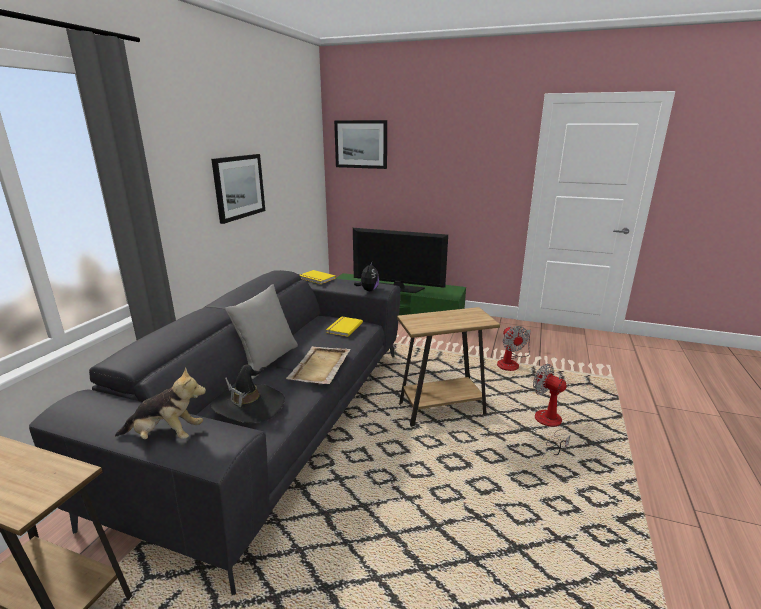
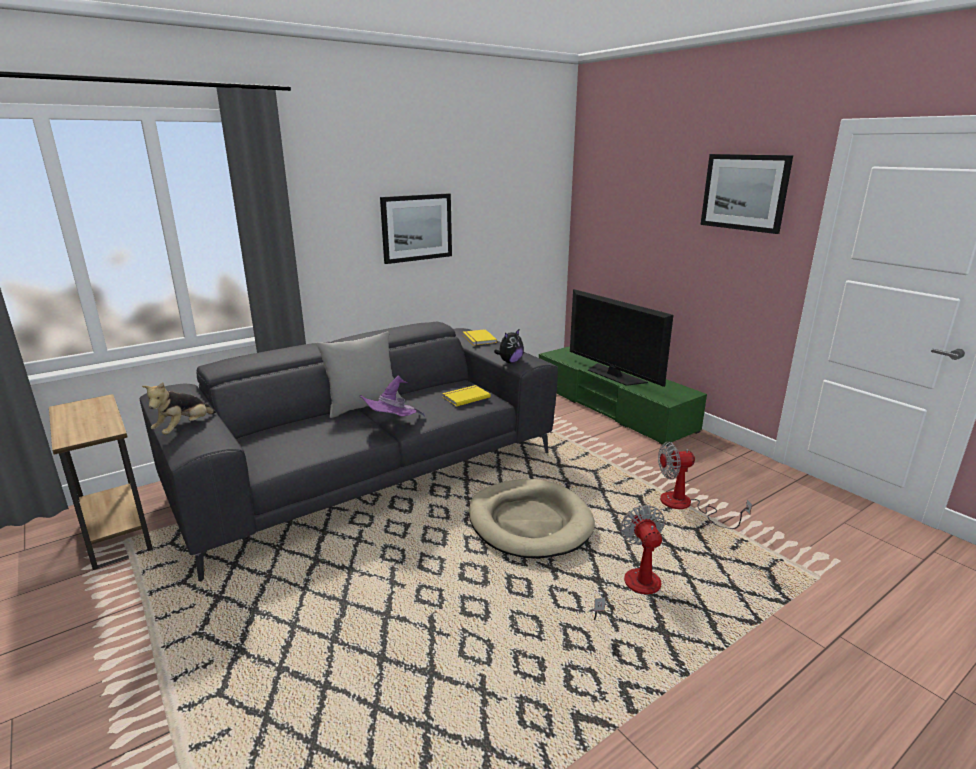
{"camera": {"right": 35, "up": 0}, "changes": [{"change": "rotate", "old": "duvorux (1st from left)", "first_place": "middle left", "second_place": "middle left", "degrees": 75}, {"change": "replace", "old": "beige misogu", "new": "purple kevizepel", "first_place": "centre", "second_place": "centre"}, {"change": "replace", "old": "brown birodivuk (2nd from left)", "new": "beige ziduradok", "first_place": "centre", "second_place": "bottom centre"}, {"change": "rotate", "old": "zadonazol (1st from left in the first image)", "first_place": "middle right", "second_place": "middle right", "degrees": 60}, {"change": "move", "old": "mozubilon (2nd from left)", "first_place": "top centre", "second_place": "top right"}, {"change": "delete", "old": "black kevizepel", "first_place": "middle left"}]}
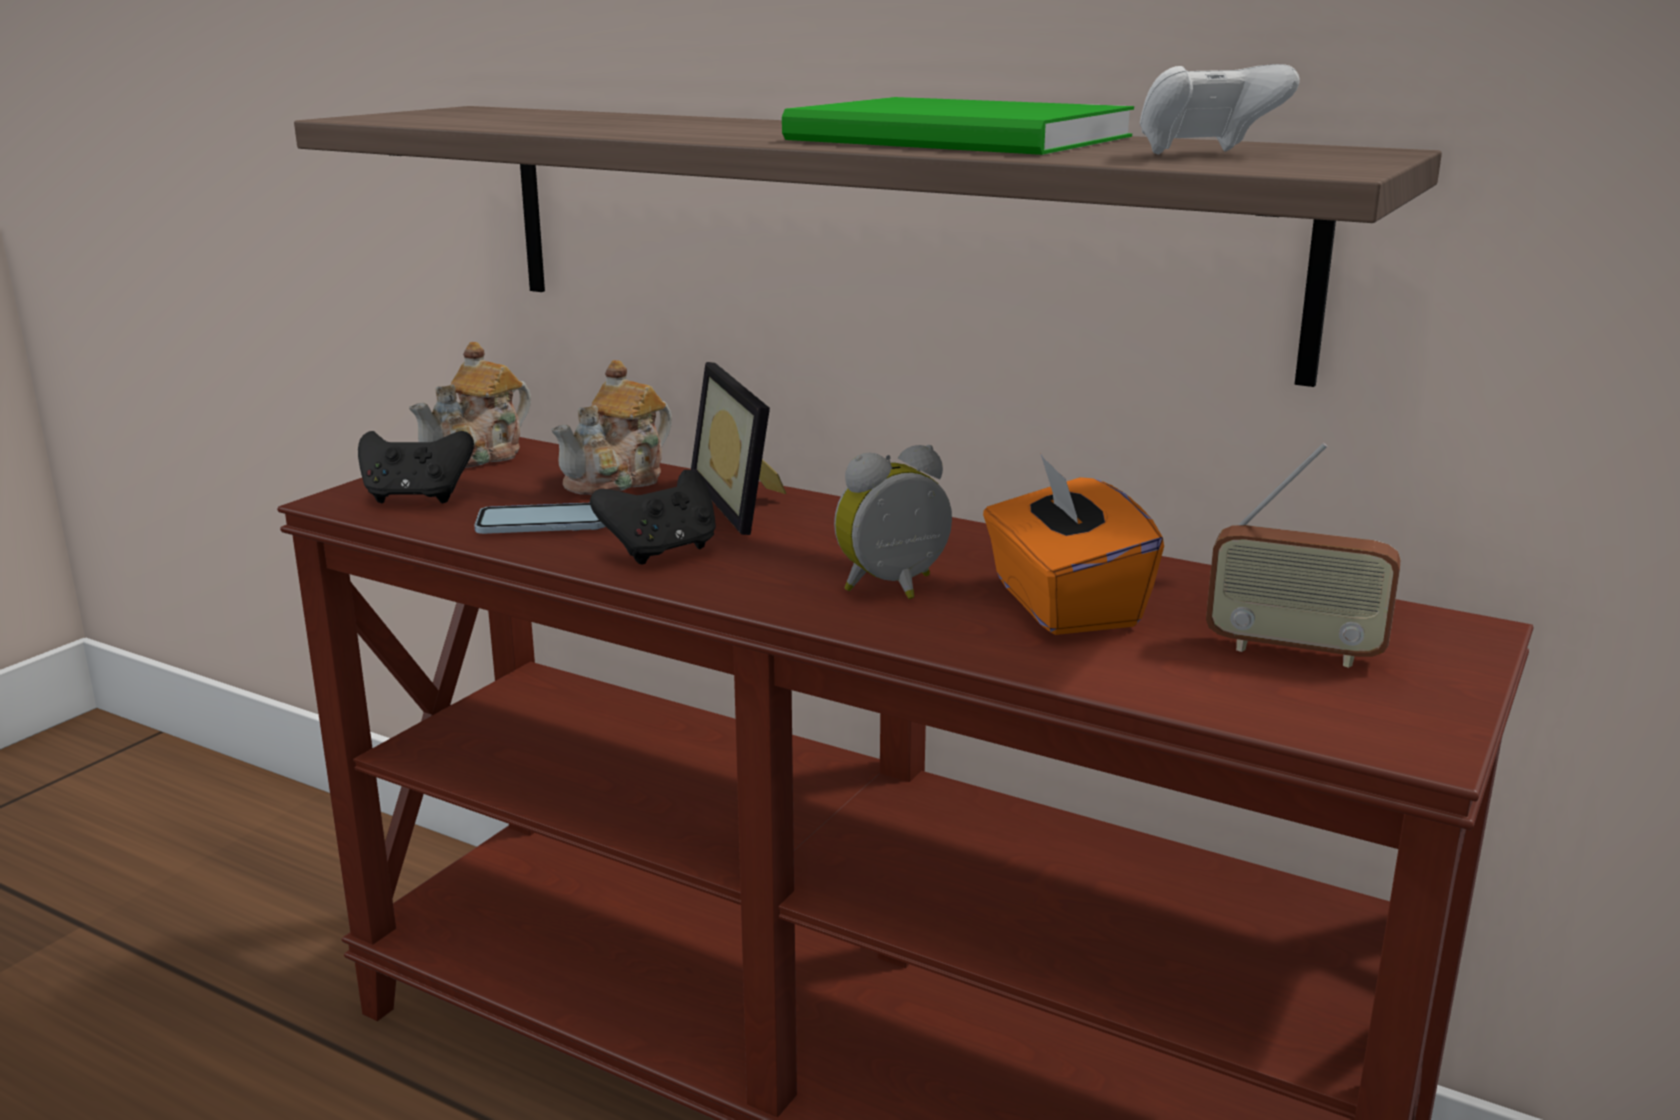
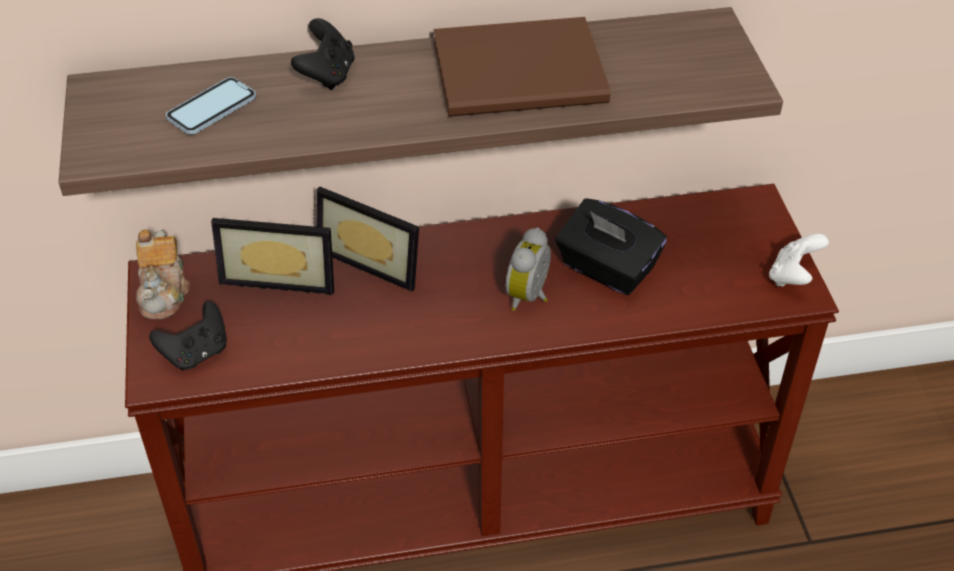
{"camera": {"right": -40, "up": 25}, "changes": [{"change": "move", "old": "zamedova", "first_place": "middle left", "second_place": "top left"}, {"change": "replace", "old": "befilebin (2nd from left)", "new": "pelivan (1st from left)", "first_place": "centre", "second_place": "middle left"}, {"change": "move", "old": "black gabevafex (2nd from left)", "first_place": "centre", "second_place": "top centre"}, {"change": "recolor", "old": "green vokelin", "new": "brown vokelin", "first_place": "top centre", "second_place": "top centre"}, {"change": "recolor", "old": "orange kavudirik", "new": "black kavudirik", "first_place": "centre", "second_place": "centre"}, {"change": "move", "old": "white gabevafex", "first_place": "top right", "second_place": "middle right"}, {"change": "delete", "old": "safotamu", "first_place": "middle right"}]}
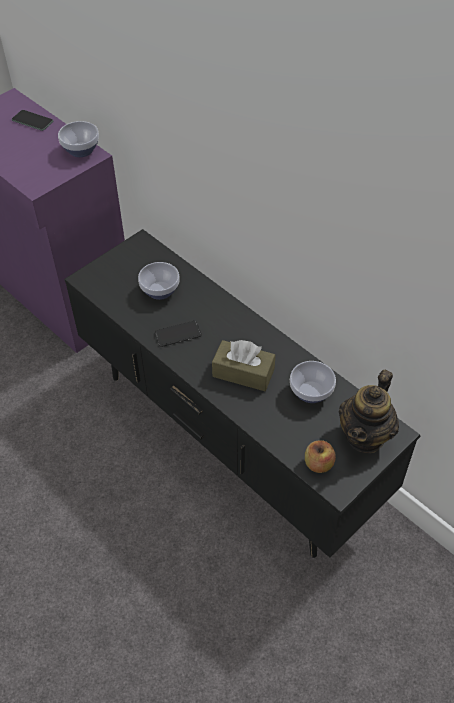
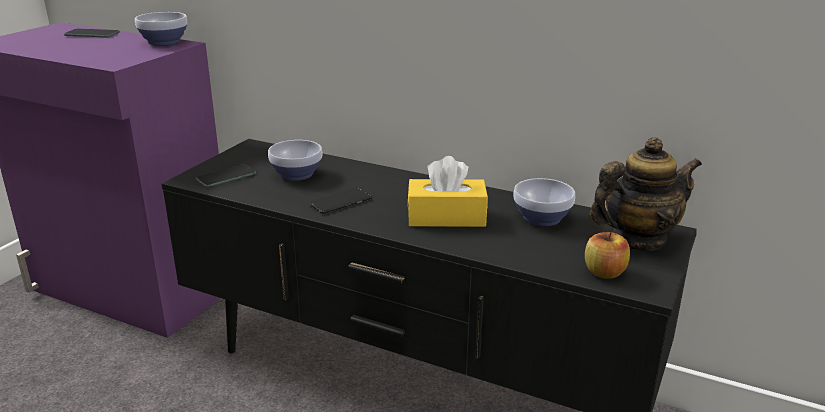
{"camera": {"right": -20, "up": -25}, "changes": [{"change": "insert", "new": "zamedova (2nd from left)", "second_place": "middle left"}, {"change": "recolor", "old": "brown kavudirik", "new": "yellow kavudirik", "first_place": "centre", "second_place": "centre"}, {"change": "rotate", "old": "befilebin", "first_place": "middle right", "second_place": "middle right", "degrees": -120}]}
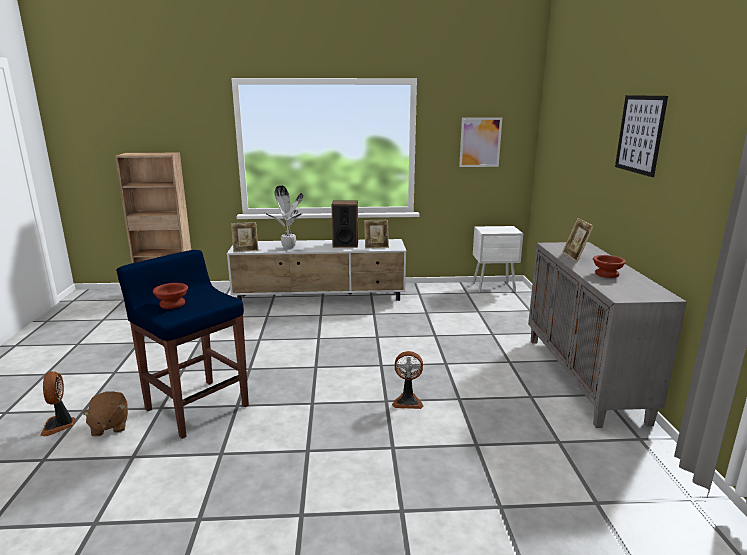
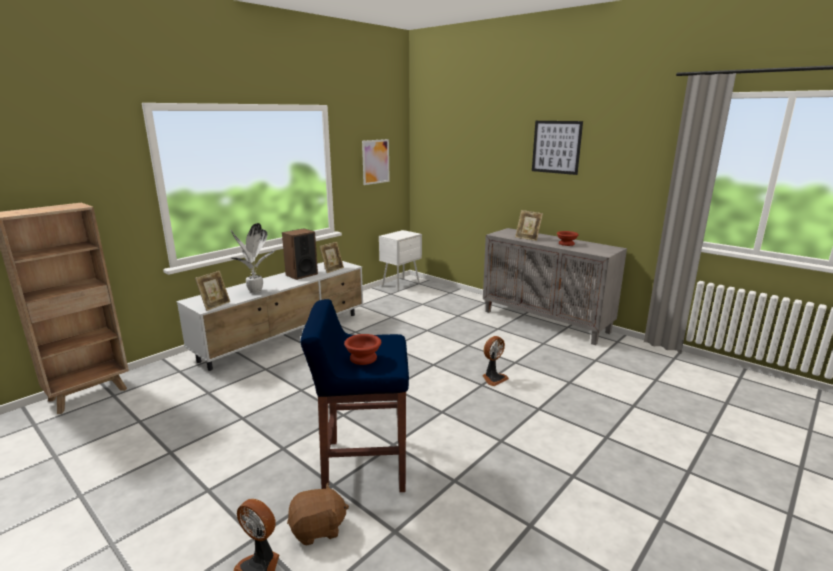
{"camera": {"right": -45, "up": 0}, "changes": [{"change": "rotate", "old": "brown duvorux", "first_place": "bottom left", "second_place": "bottom centre", "degrees": -45}]}
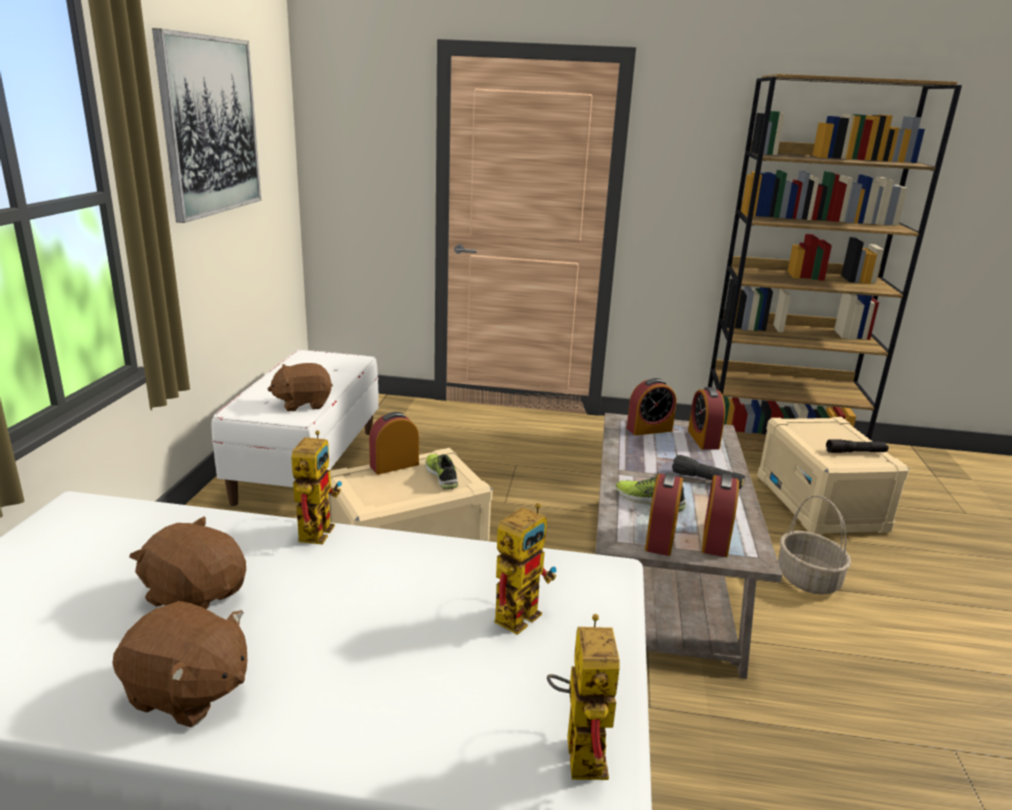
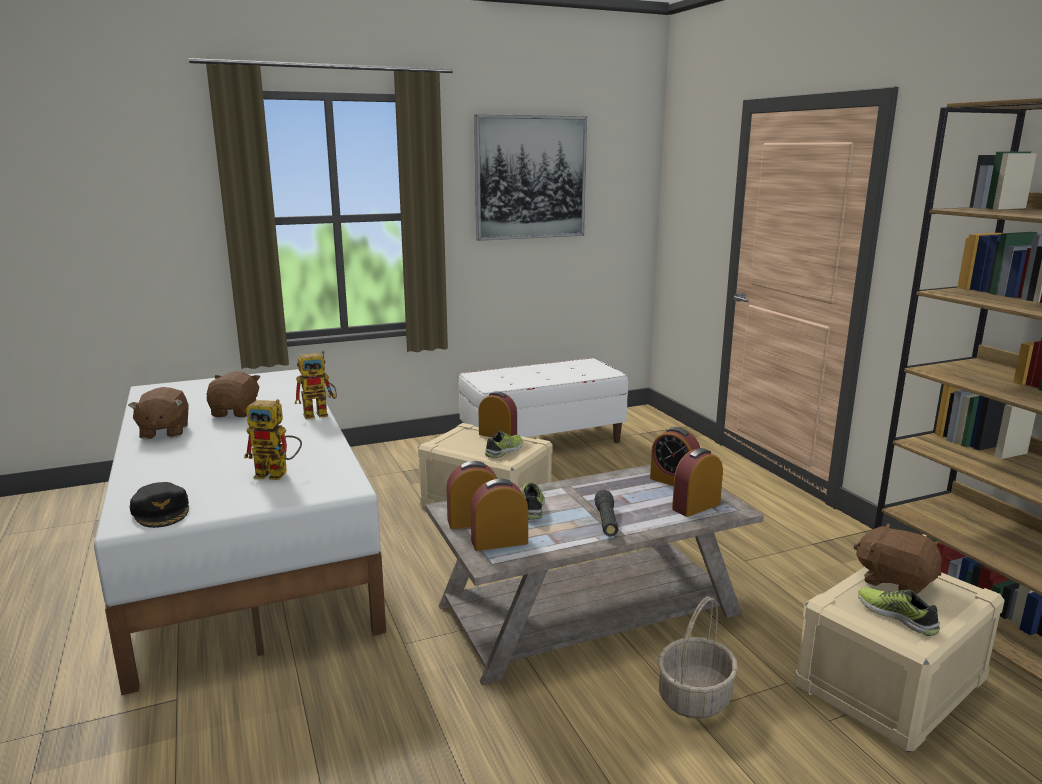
{"camera": {"right": 60, "up": -5}, "changes": [{"change": "replace", "old": "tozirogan (3rd from left)", "new": "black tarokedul", "first_place": "bottom centre", "second_place": "middle left"}, {"change": "move", "old": "brown duvorux (3rd from left)", "first_place": "middle left", "second_place": "bottom right"}, {"change": "replace", "old": "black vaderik (2nd from left)", "new": "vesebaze (3rd from left)", "first_place": "middle right", "second_place": "bottom right"}]}
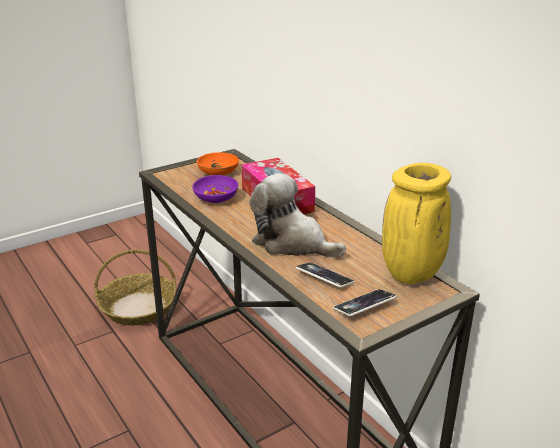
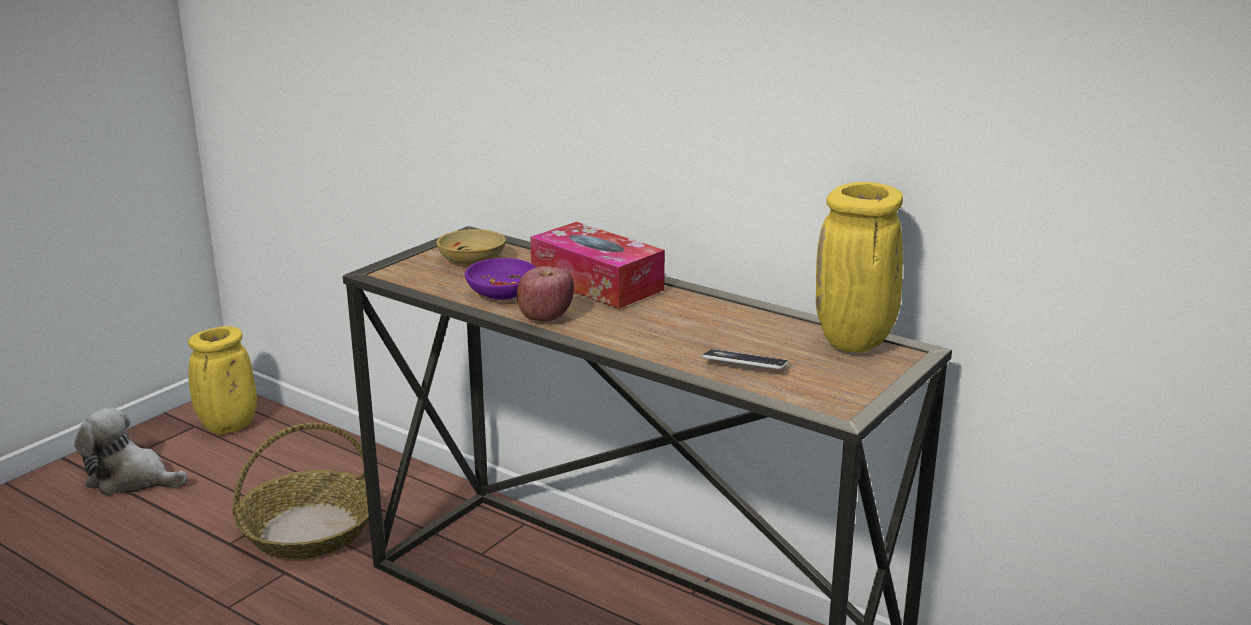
{"camera": {"right": -20, "up": -5}, "changes": [{"change": "move", "old": "duvorux", "first_place": "centre", "second_place": "bottom left"}, {"change": "insert", "new": "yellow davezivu (1st from left)", "second_place": "middle left"}, {"change": "recolor", "old": "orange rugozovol", "new": "beige rugozovol", "first_place": "centre", "second_place": "centre"}, {"change": "insert", "new": "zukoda", "second_place": "centre"}, {"change": "delete", "old": "zamedova (2nd from left)", "first_place": "bottom centre"}]}
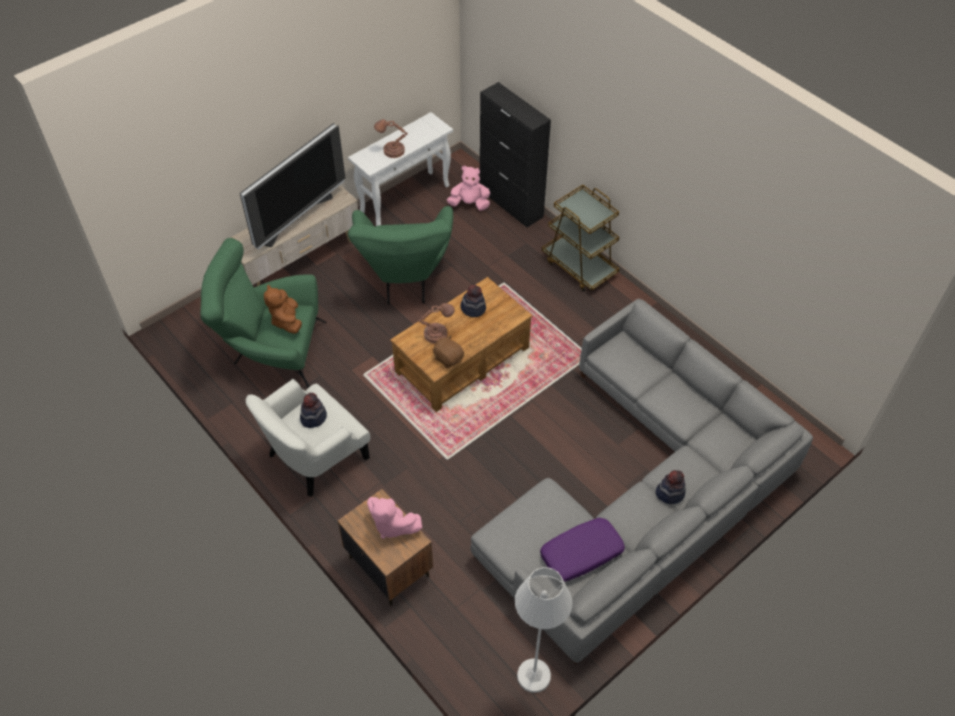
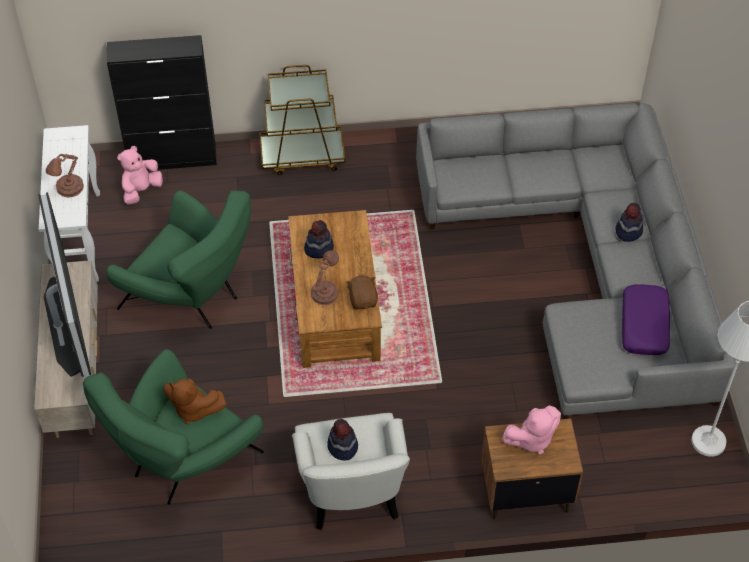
{"camera": {"right": -55, "up": 0}, "changes": [{"change": "rotate", "old": "brown duvorux (2nd from left)", "first_place": "centre", "second_place": "centre", "degrees": 90}]}
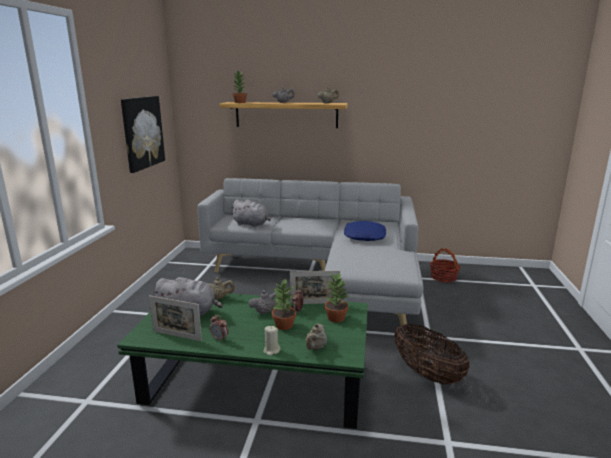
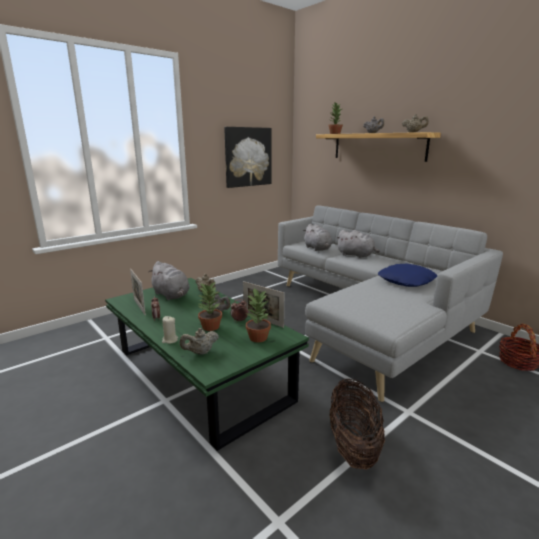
{"camera": {"right": 40, "up": 0}, "changes": [{"change": "insert", "new": "grey duvorux (3rd from left)", "second_place": "centre"}]}
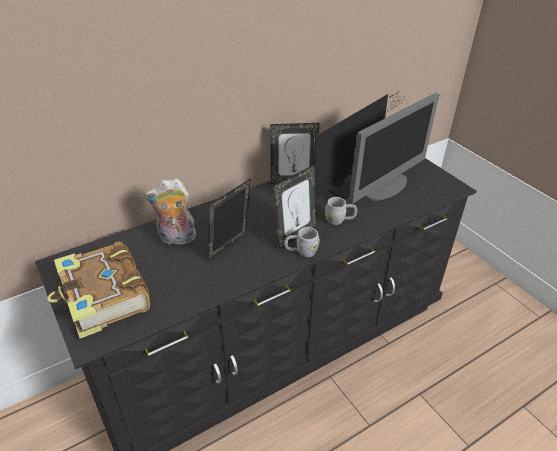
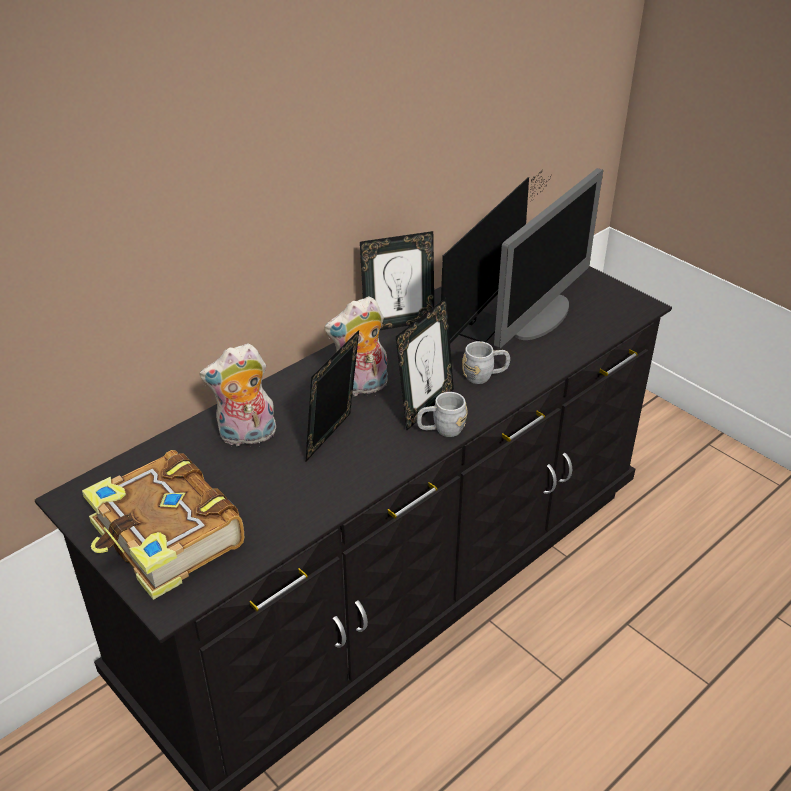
{"camera": {"right": -10, "up": 0}, "changes": [{"change": "insert", "new": "duvorux (2nd from left)", "second_place": "centre"}]}
